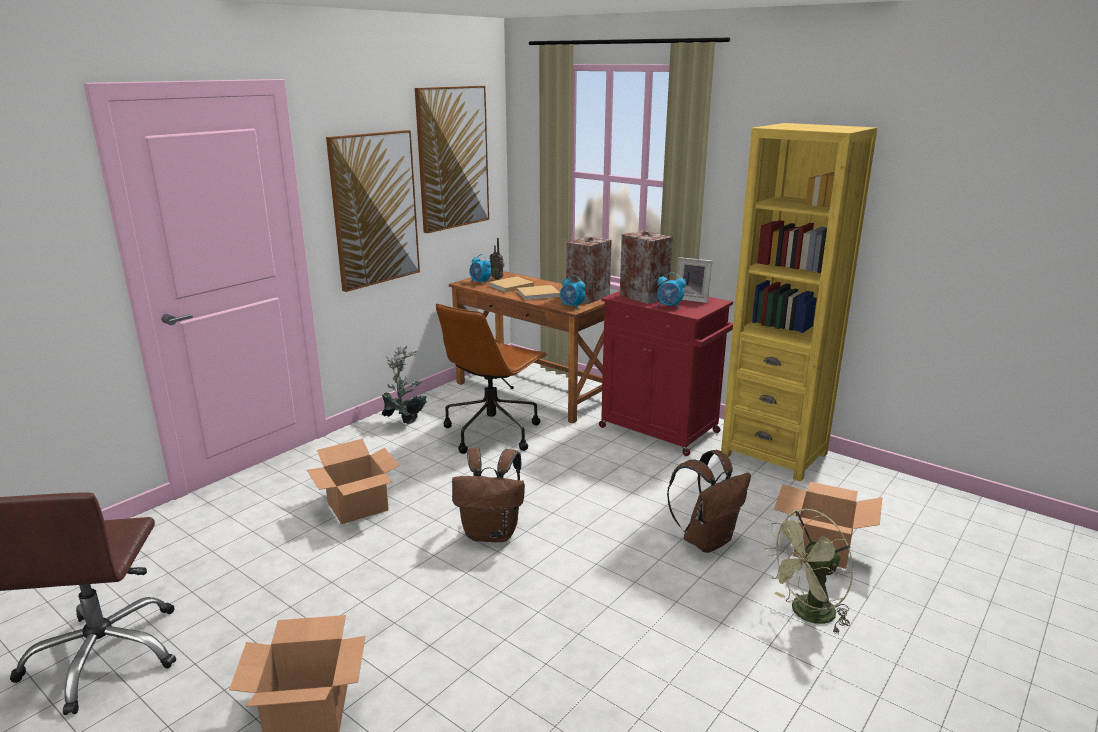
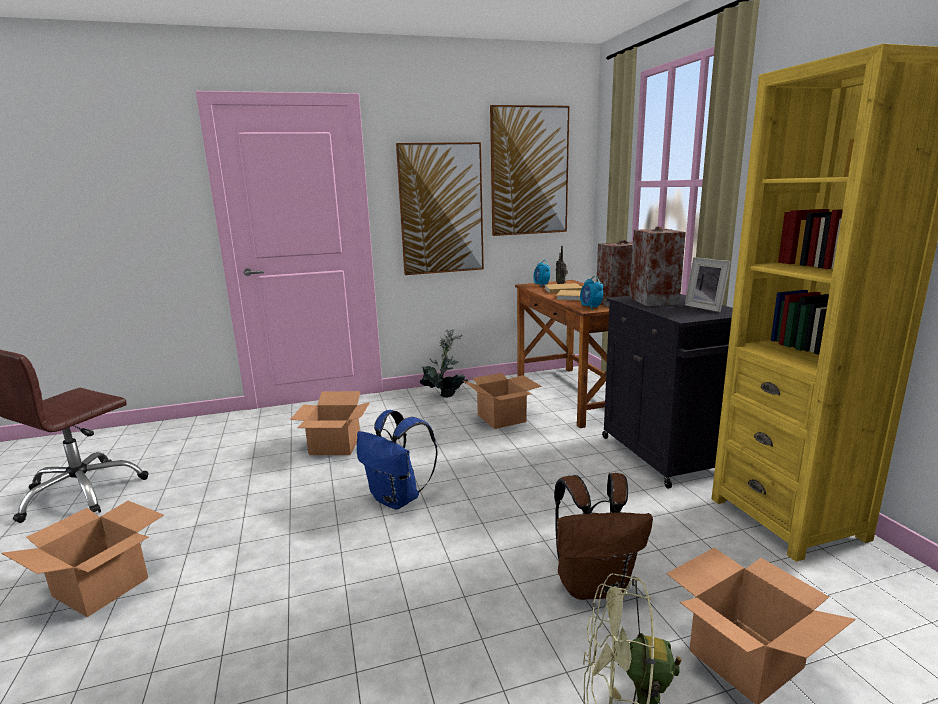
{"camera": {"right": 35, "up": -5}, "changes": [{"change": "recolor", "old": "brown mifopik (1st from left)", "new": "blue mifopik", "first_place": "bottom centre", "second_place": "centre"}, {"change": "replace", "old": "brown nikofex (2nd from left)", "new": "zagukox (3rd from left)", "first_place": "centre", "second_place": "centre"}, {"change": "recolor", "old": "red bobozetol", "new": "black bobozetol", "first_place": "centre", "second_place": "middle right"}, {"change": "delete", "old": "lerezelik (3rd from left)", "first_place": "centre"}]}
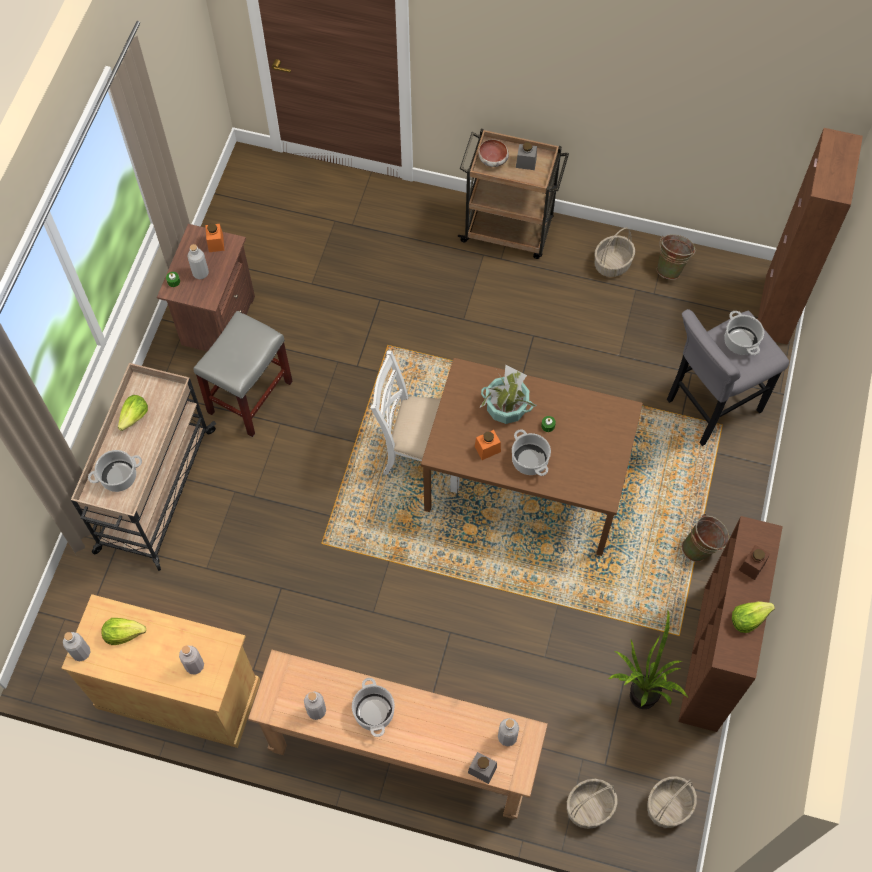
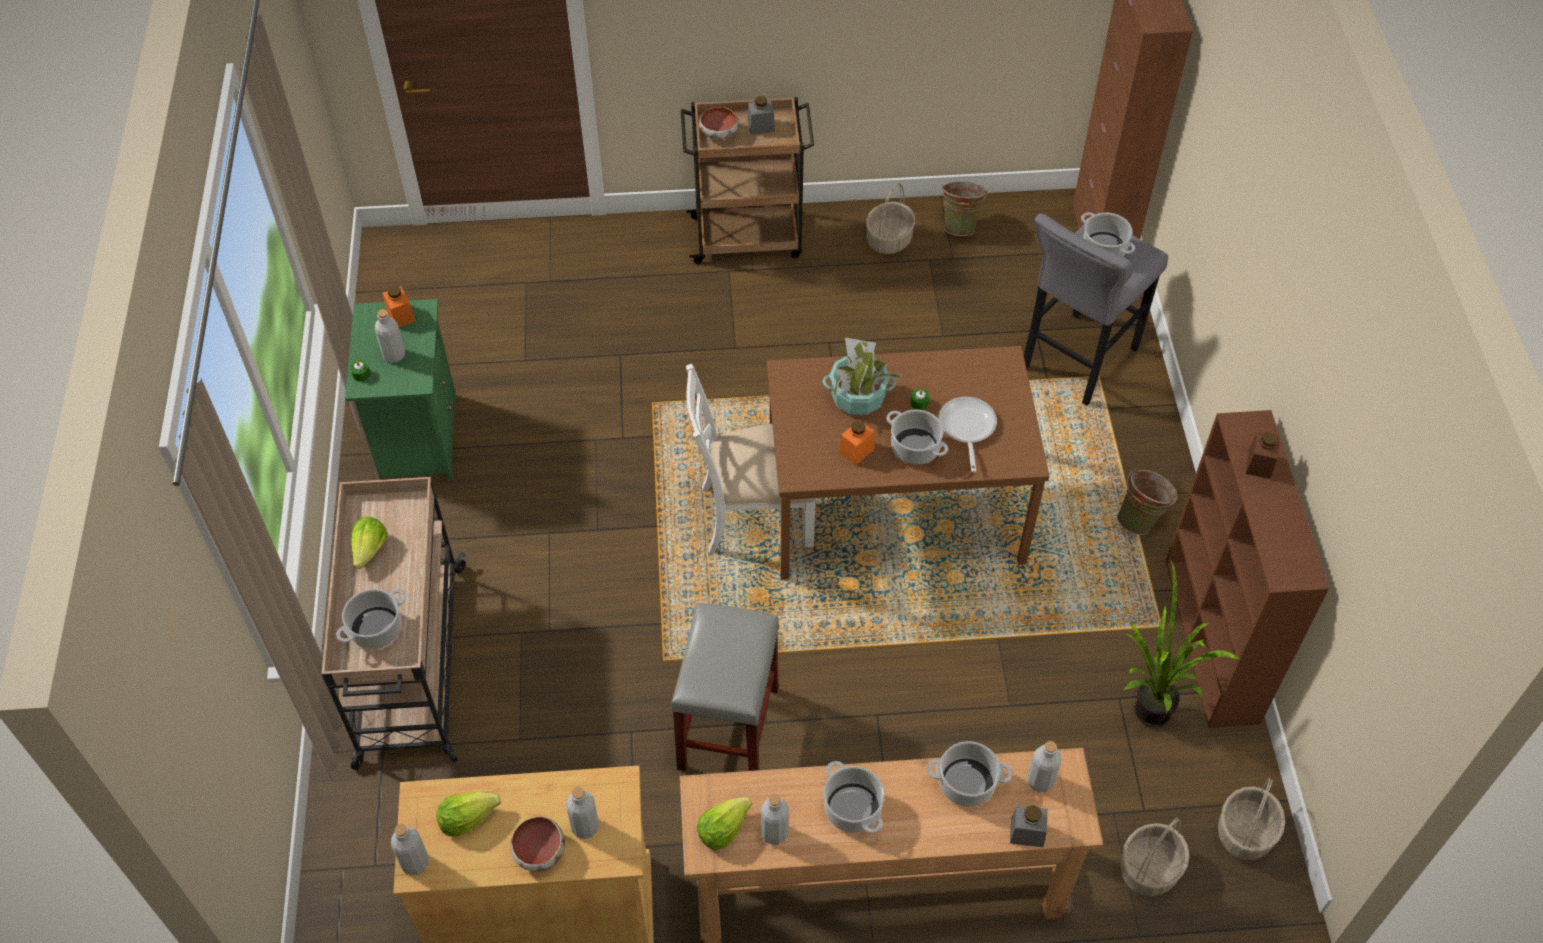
{"camera": {"right": -20, "up": -10}, "changes": [{"change": "recolor", "old": "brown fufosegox", "new": "green fufosegox", "first_place": "top left", "second_place": "middle left"}, {"change": "insert", "new": "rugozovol (1st from left)", "second_place": "bottom centre"}, {"change": "move", "old": "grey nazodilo (1st from left)", "first_place": "middle left", "second_place": "bottom centre"}, {"change": "move", "old": "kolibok (3rd from left)", "first_place": "bottom right", "second_place": "bottom centre"}, {"change": "insert", "new": "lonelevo (4th from left)", "second_place": "bottom centre"}, {"change": "insert", "new": "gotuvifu", "second_place": "centre"}]}
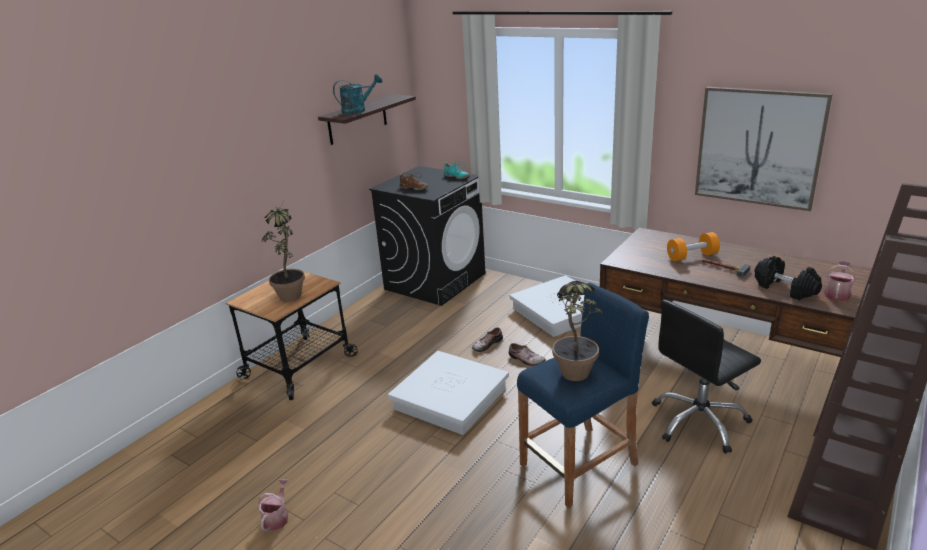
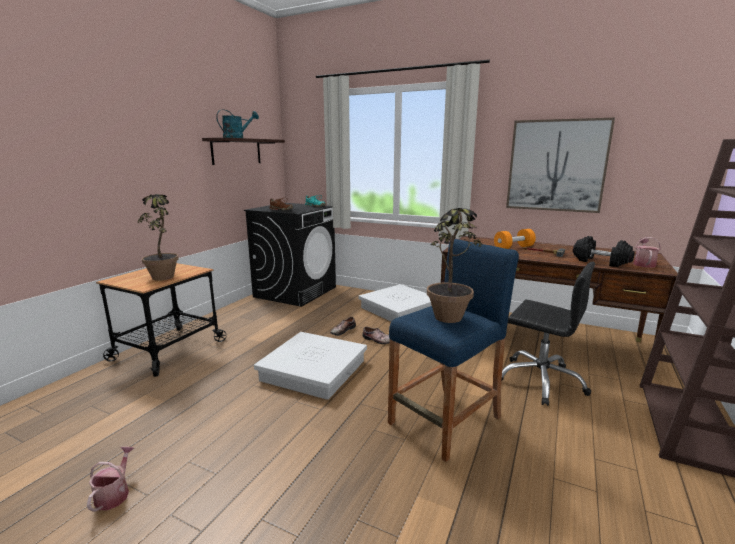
{"camera": {"right": -10, "up": -10}, "changes": [{"change": "rotate", "old": "black nikofex", "first_place": "bottom right", "second_place": "middle right", "degrees": -105}]}
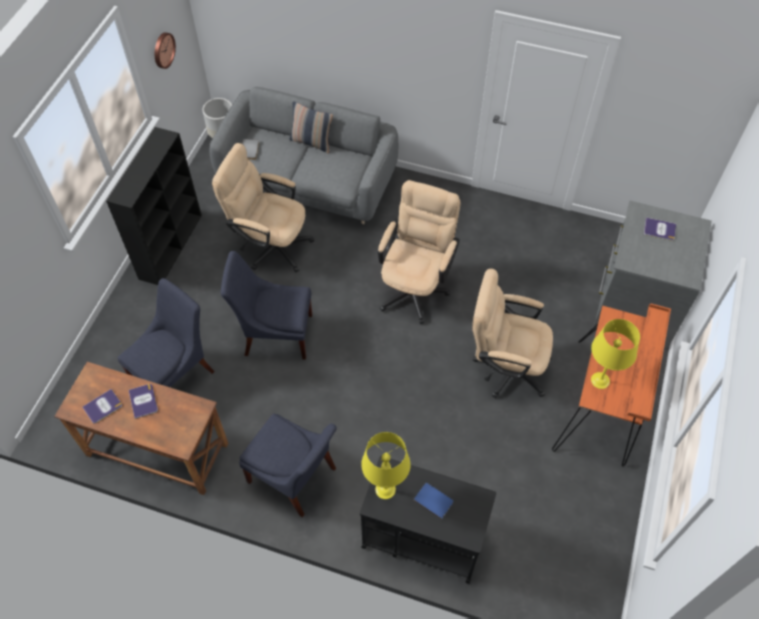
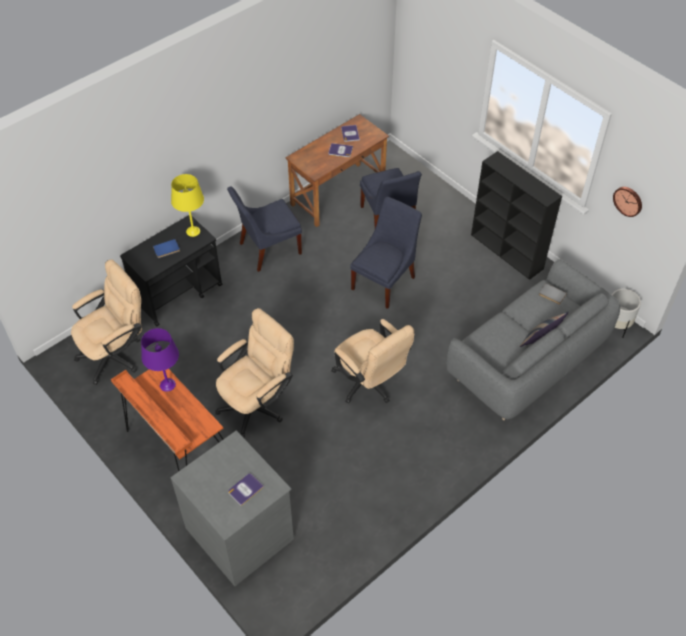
{"camera": {"right": 120, "up": -5}, "changes": [{"change": "move", "old": "beige nikofex (1st from left)", "first_place": "centre", "second_place": "middle left"}, {"change": "recolor", "old": "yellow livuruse (2nd from left)", "new": "purple livuruse", "first_place": "middle right", "second_place": "middle left"}]}
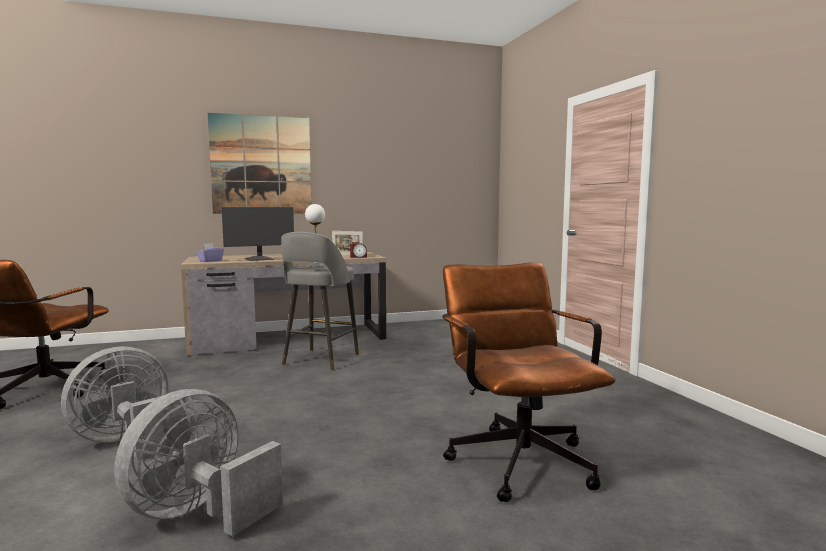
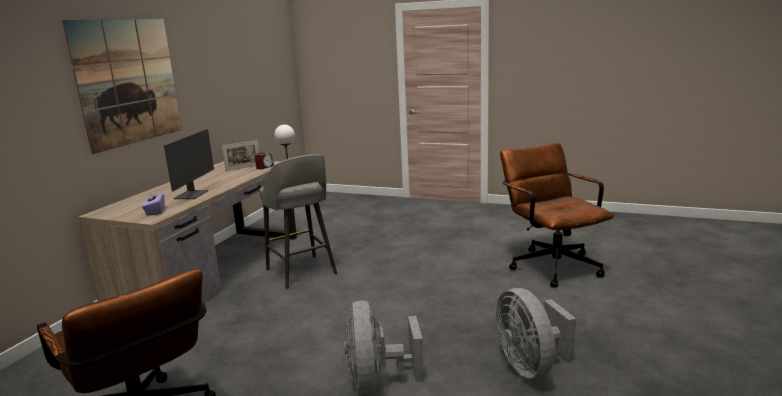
{"camera": {"right": -50, "up": 10}, "changes": [{"change": "rotate", "old": "brown nikofex (2nd from left)", "first_place": "bottom centre", "second_place": "middle right", "degrees": 45}]}
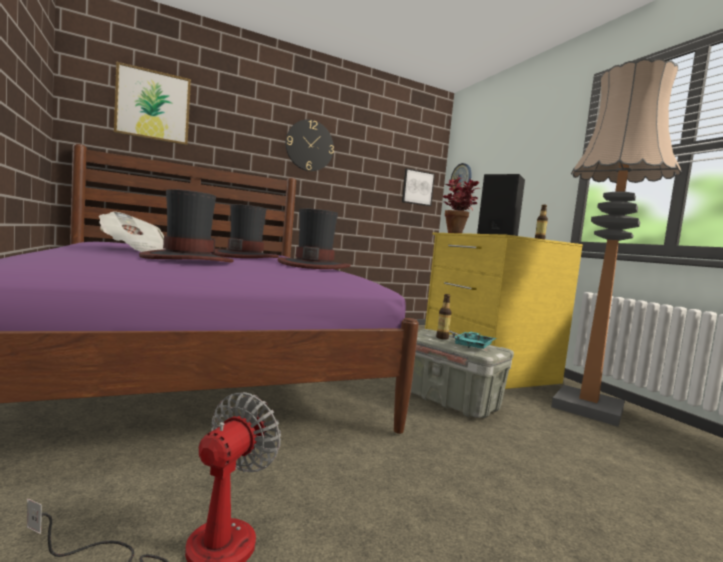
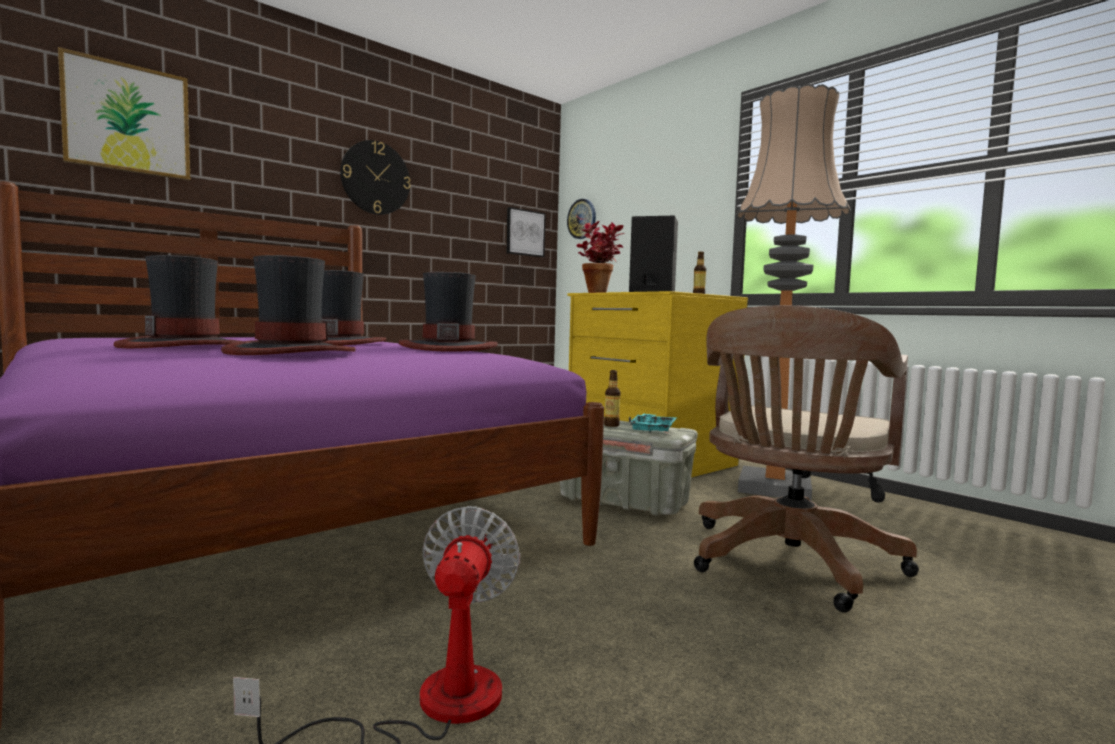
{"camera": {"right": -15, "up": 0}, "changes": [{"change": "replace", "old": "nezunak", "new": "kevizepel (1st from left)", "first_place": "middle left", "second_place": "middle left"}, {"change": "insert", "new": "brown nikofex", "second_place": "middle right"}]}
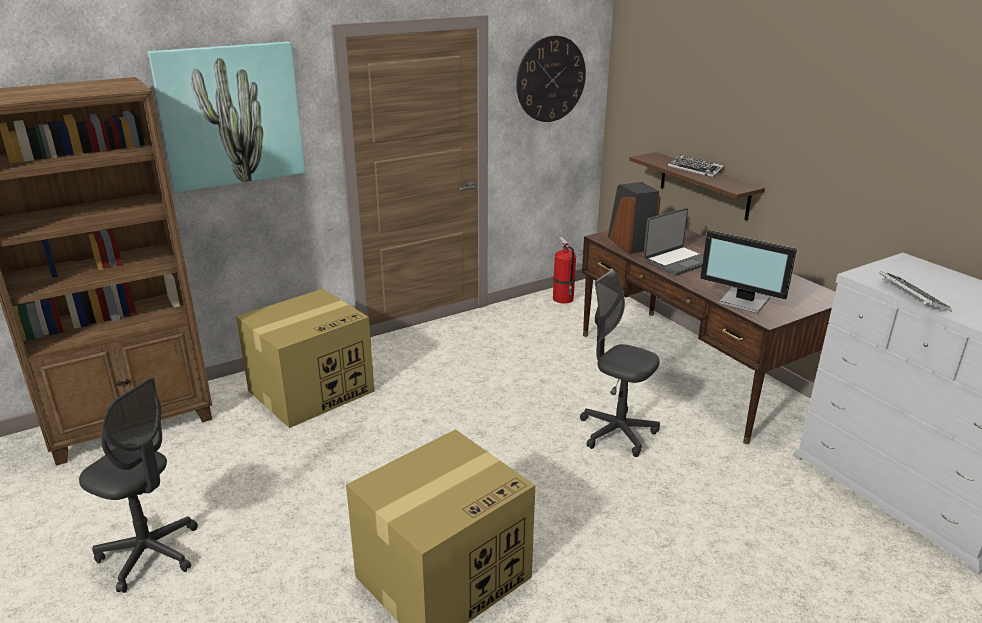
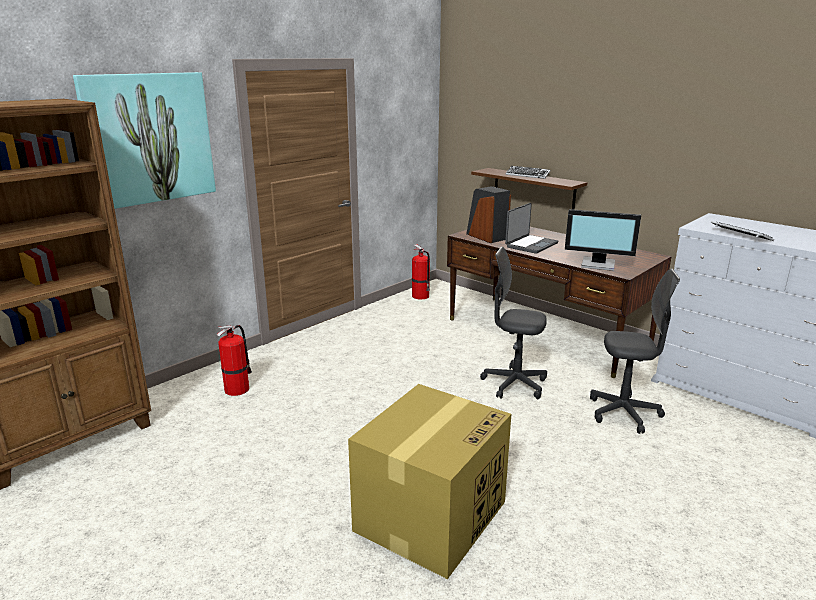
{"camera": {"right": -15, "up": -5}, "changes": [{"change": "replace", "old": "zagukox (1st from left)", "new": "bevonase (1st from left)", "first_place": "middle left", "second_place": "middle left"}, {"change": "move", "old": "grey nikofex (1st from left in the first image)", "new": "grey nikofex (2nd from left)", "first_place": "bottom left", "second_place": "middle right"}, {"change": "delete", "old": "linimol", "first_place": "top centre"}]}
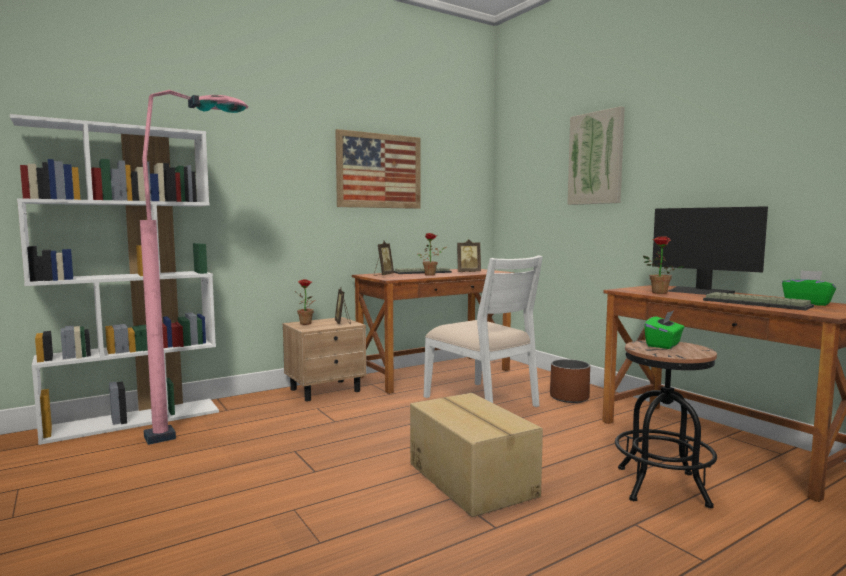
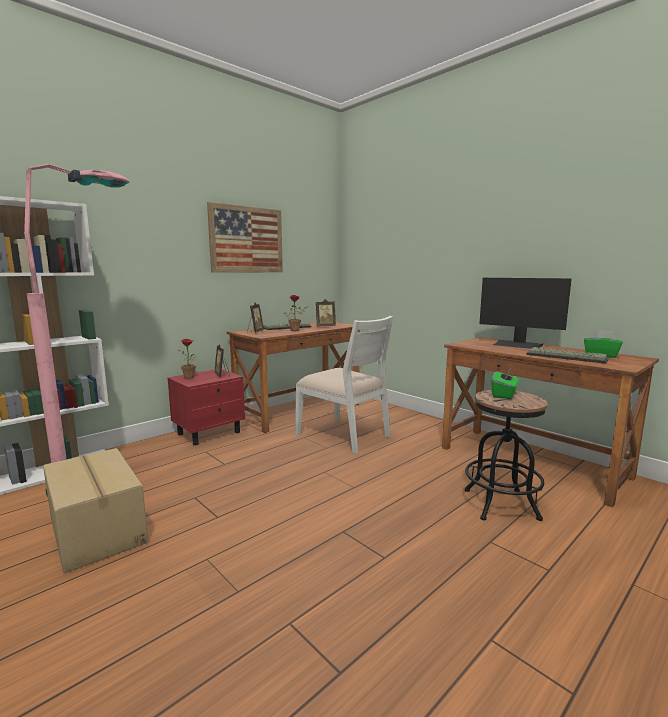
{"camera": {"right": -10, "up": 5}, "changes": [{"change": "move", "old": "zagukox", "first_place": "bottom centre", "second_place": "bottom left"}, {"change": "recolor", "old": "beige fufosegox", "new": "red fufosegox", "first_place": "centre", "second_place": "middle left"}, {"change": "delete", "old": "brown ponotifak", "first_place": "middle right"}, {"change": "delete", "old": "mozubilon (2nd from left)", "first_place": "top right"}, {"change": "delete", "old": "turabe (3rd from left)", "first_place": "middle right"}]}
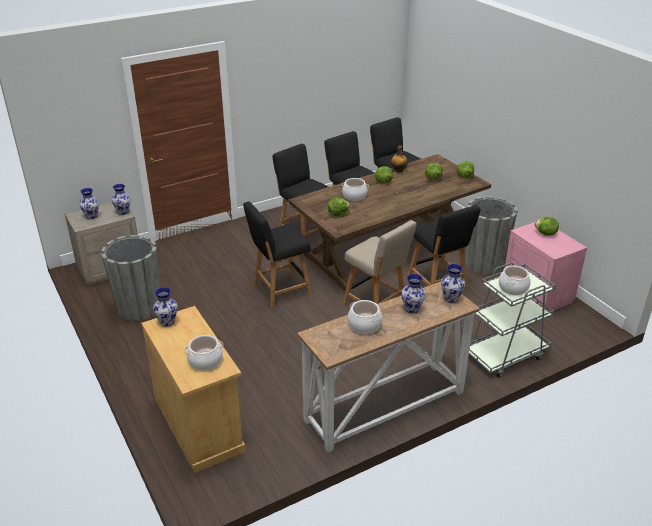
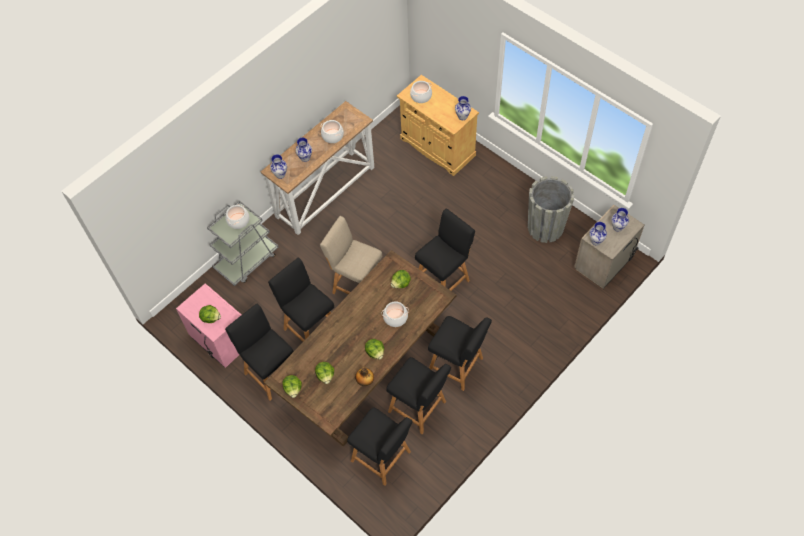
{"camera": {"right": 165, "up": 25}, "changes": [{"change": "replace", "old": "grey ponotifak (2nd from left)", "new": "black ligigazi (1st from left)", "first_place": "middle right", "second_place": "middle left"}]}
